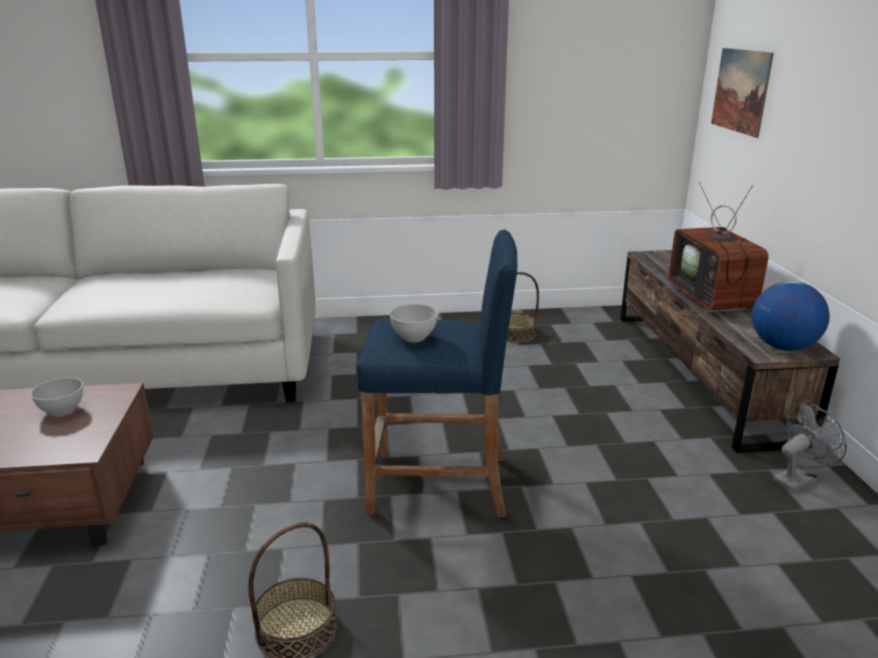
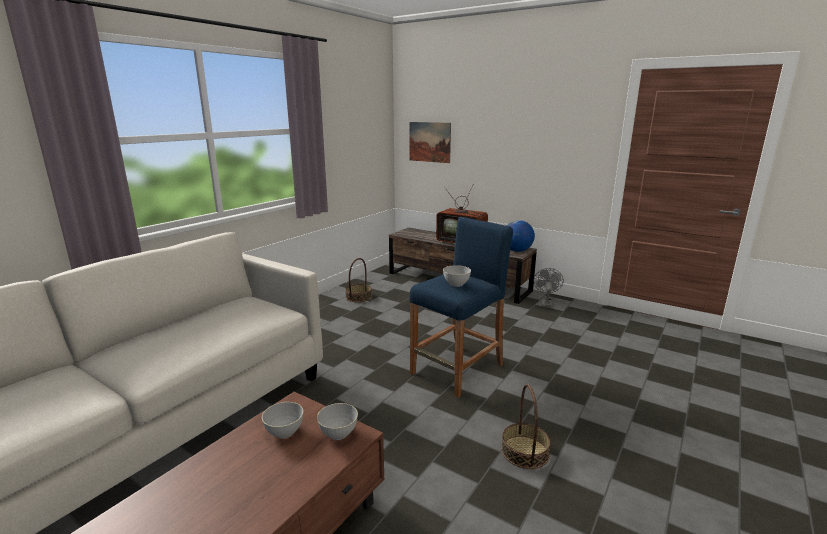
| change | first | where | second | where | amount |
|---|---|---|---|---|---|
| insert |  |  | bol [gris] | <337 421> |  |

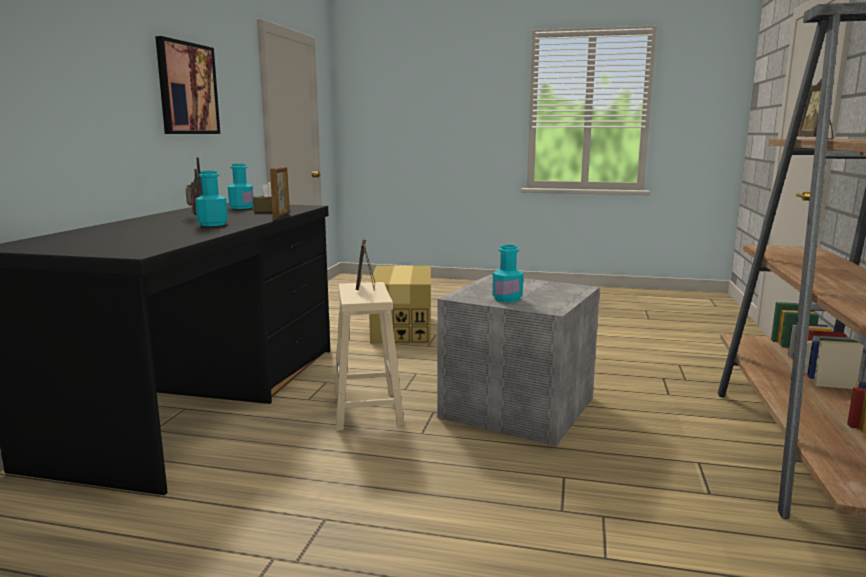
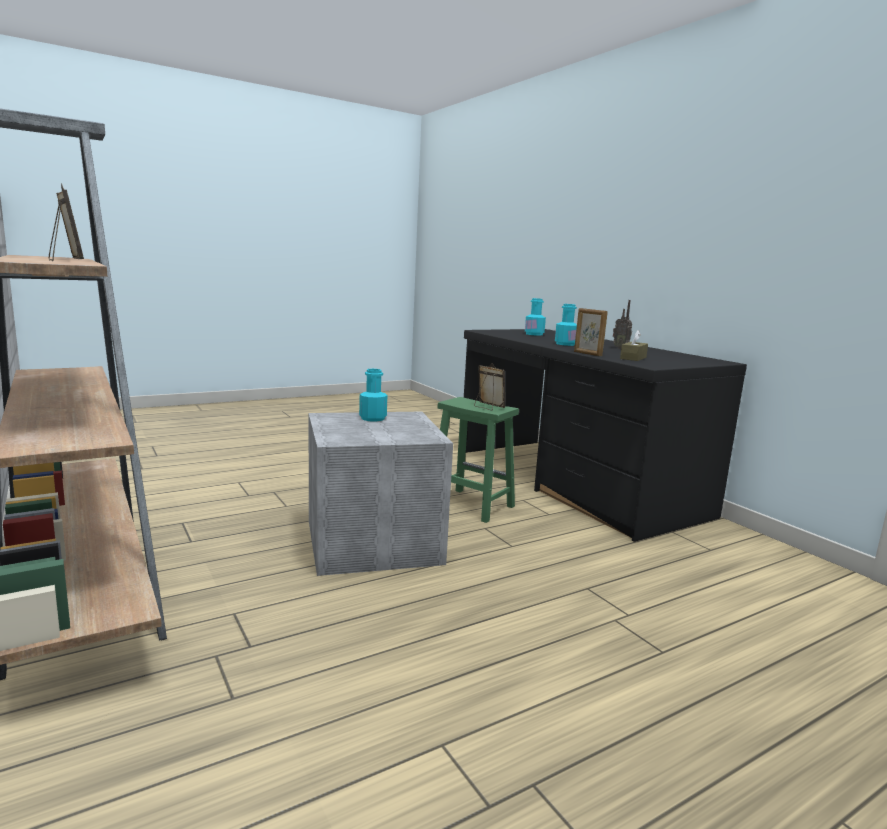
| change | first | where | second | where | amount |
|---|---|---|---|---|---|
| recolor | tabouret [beige] | <369 356> | tabouret [vert] | <478 460> |  |
| move | bouteille [turquoise] | <240 186> |  | <535 317> |  |
| delete | tableau | <187 85> |  |  |  |
| delete | carton | <400 305> |  |  |  |

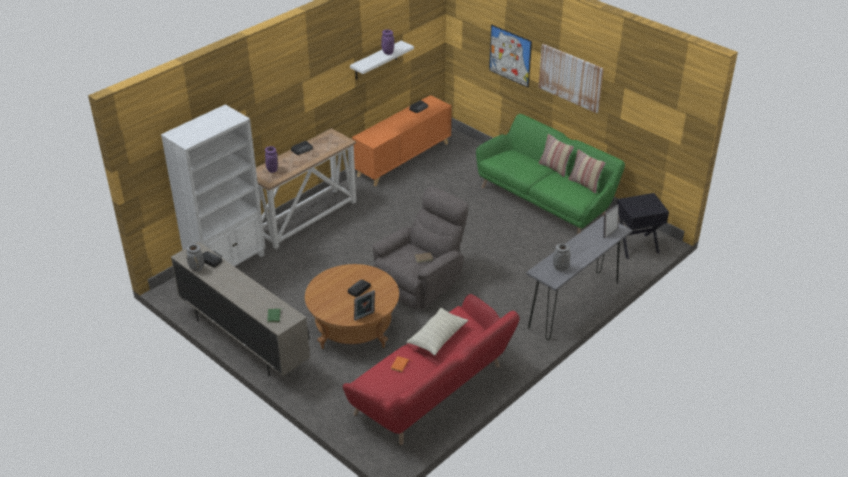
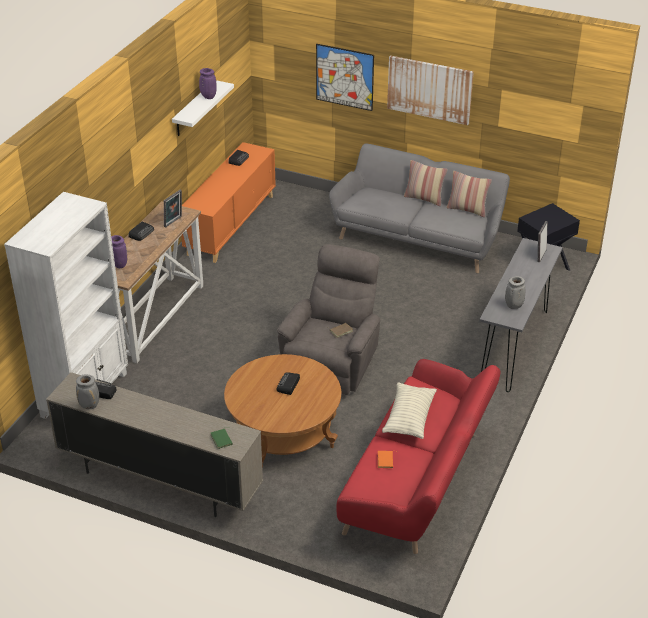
| change | first | where | second | where | amount |
|---|---|---|---|---|---|
| move | cadre photo | <364 305> |  | <173 209> |  |
| recolor | canapé [vert] | <550 174> | canapé [gris] | <419 209> |  |

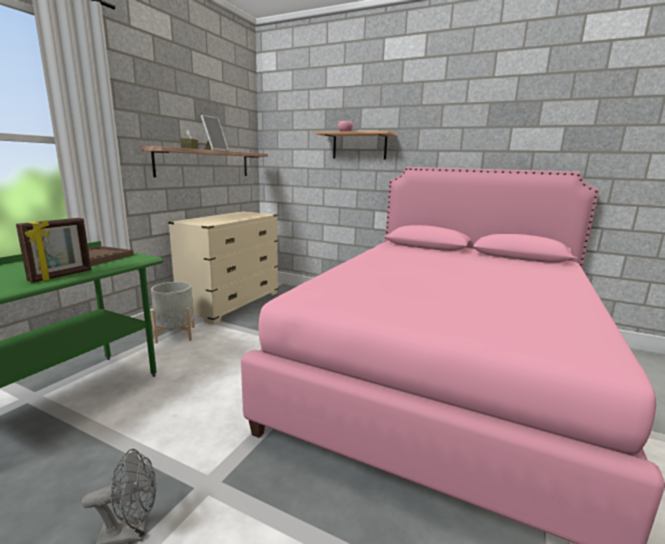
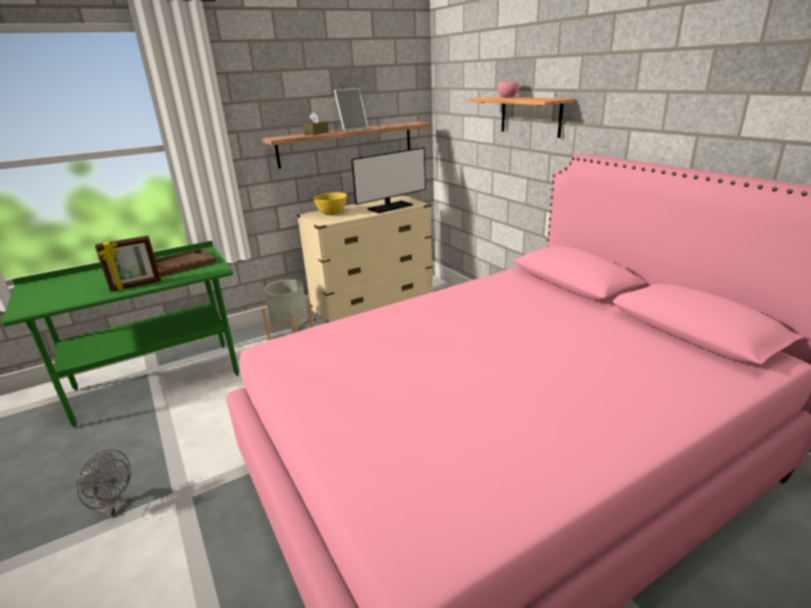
| change | first | where | second | where | amount |
|---|---|---|---|---|---|
| insert |  |  | bol [jaune] | <330 203> |  |
| insert |  |  | écran d'ordinateur | <388 180> |  |

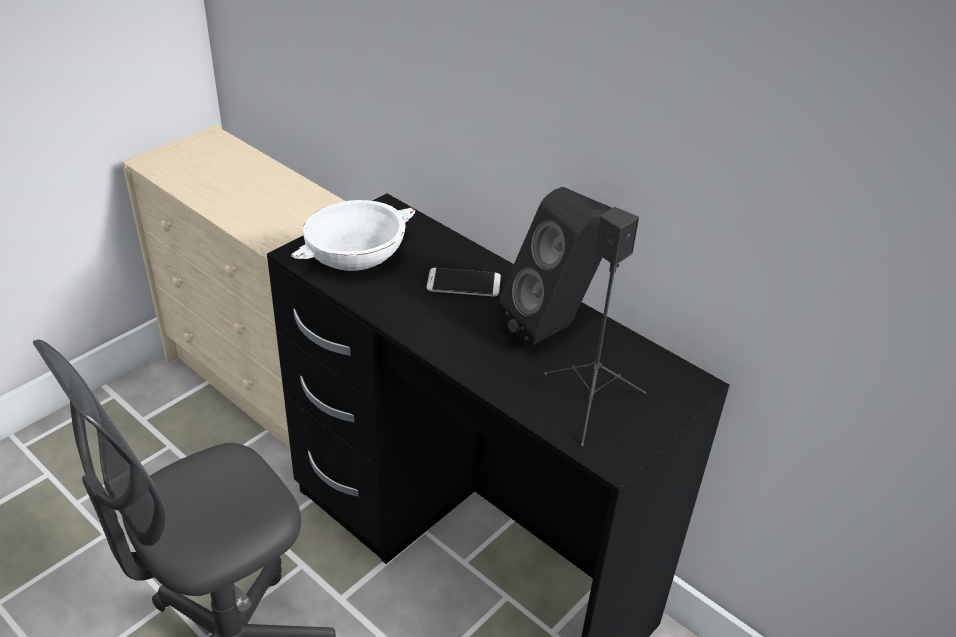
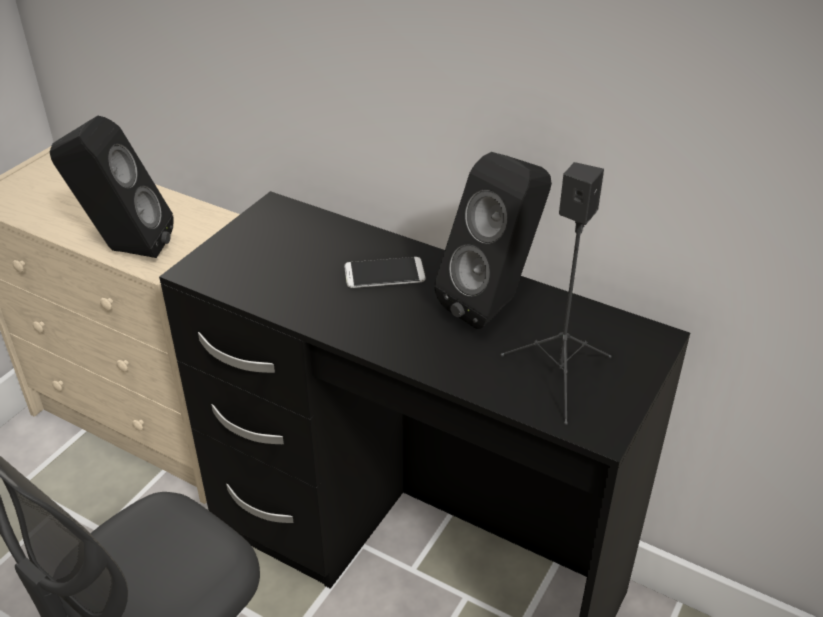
| change | first | where | second | where | amount |
|---|---|---|---|---|---|
| insert |  |  | enceinte [noir] | <112 187> |  |
| delete | bol [blanc] | <353 235> |  |  |  |

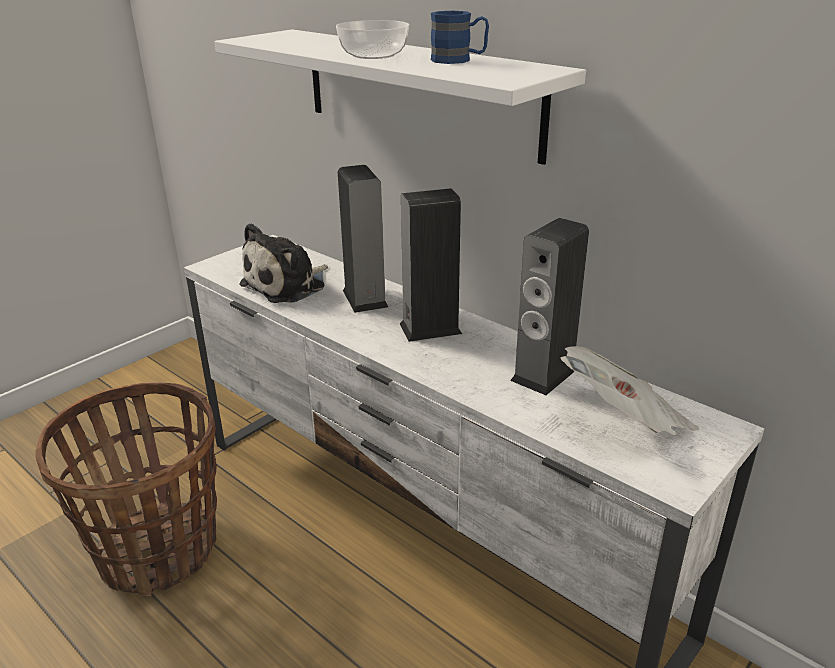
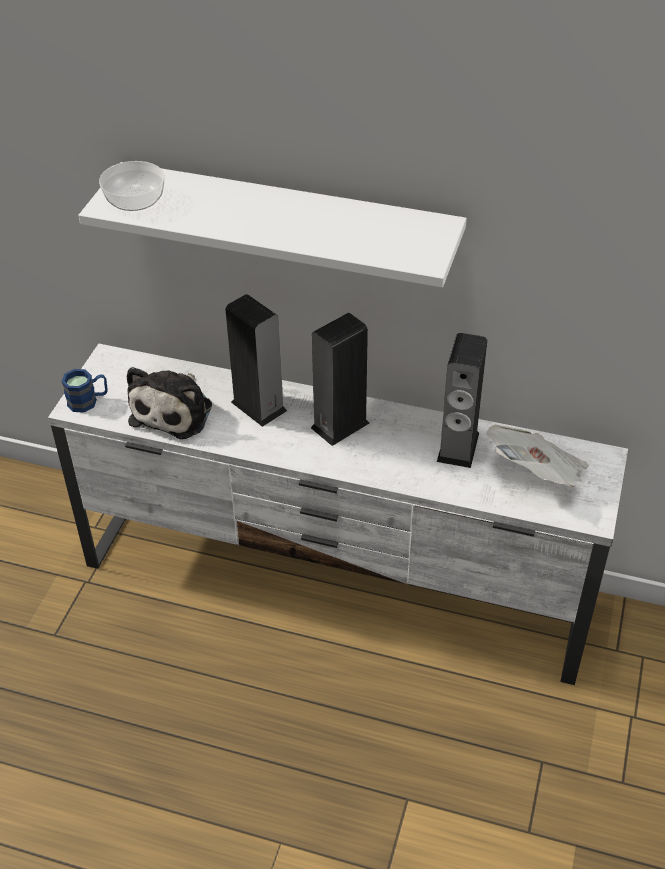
| change | first | where | second | where | amount |
|---|---|---|---|---|---|
| move | mug [bleu] | <460 37> |  | <84 391> |  |
| move | bol | <372 39> |  | <132 186> |  |
| delete | panier | <126 489> |  |  |  |

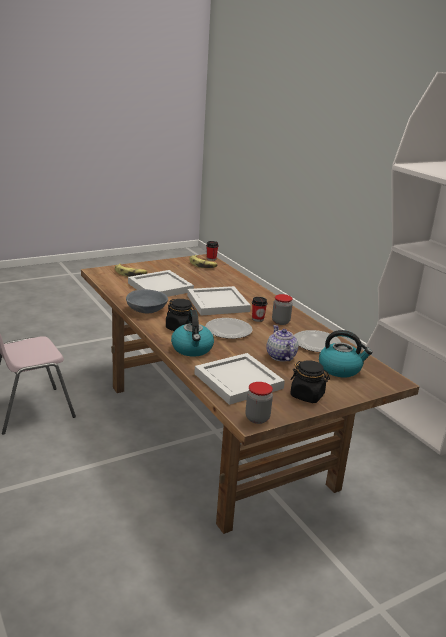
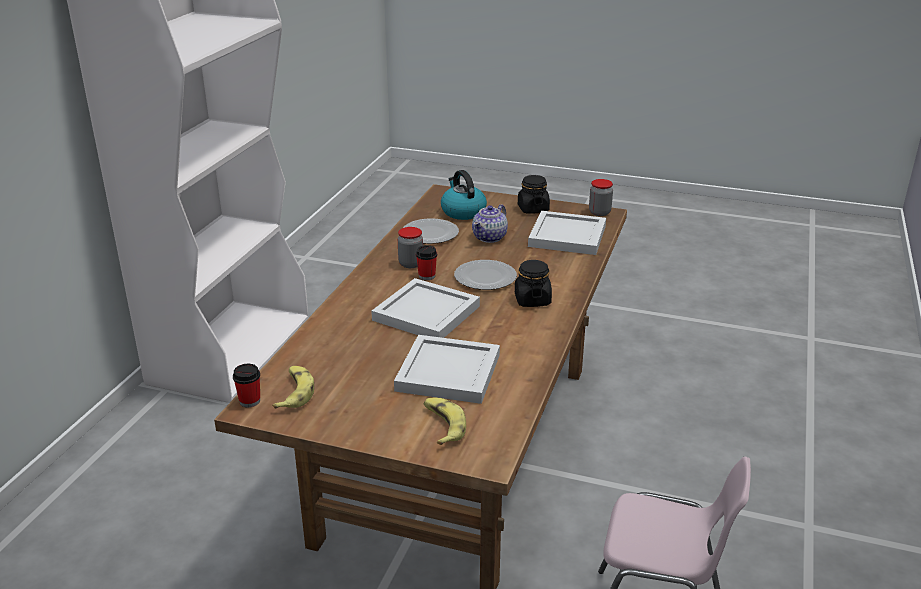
| change | first | where | second | where | amount |
|---|---|---|---|---|---|
| delete | bol [gris] | <147 301> |  |  |  |
| delete | bouilloire | <192 333> |  |  |  |

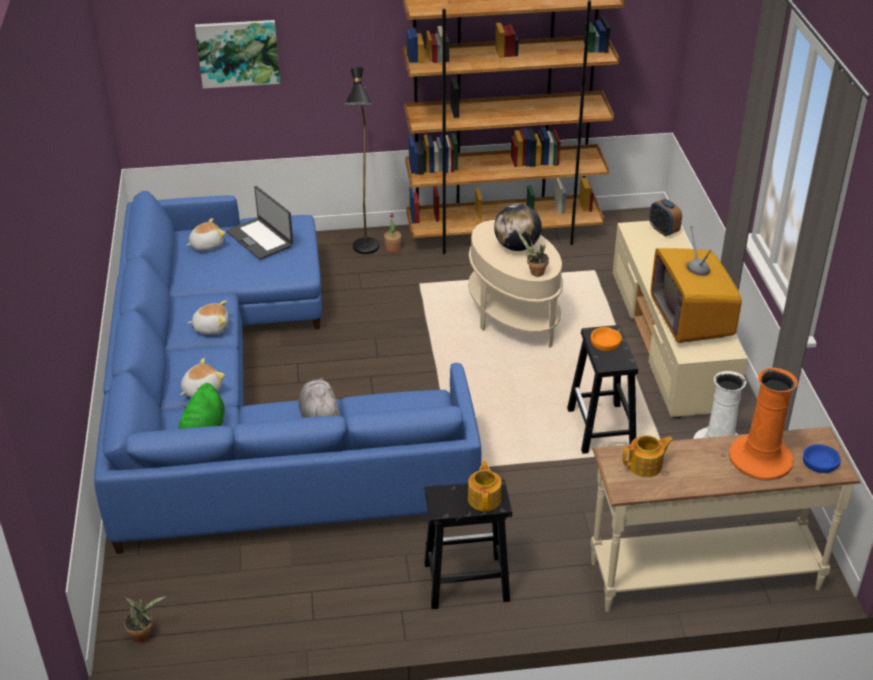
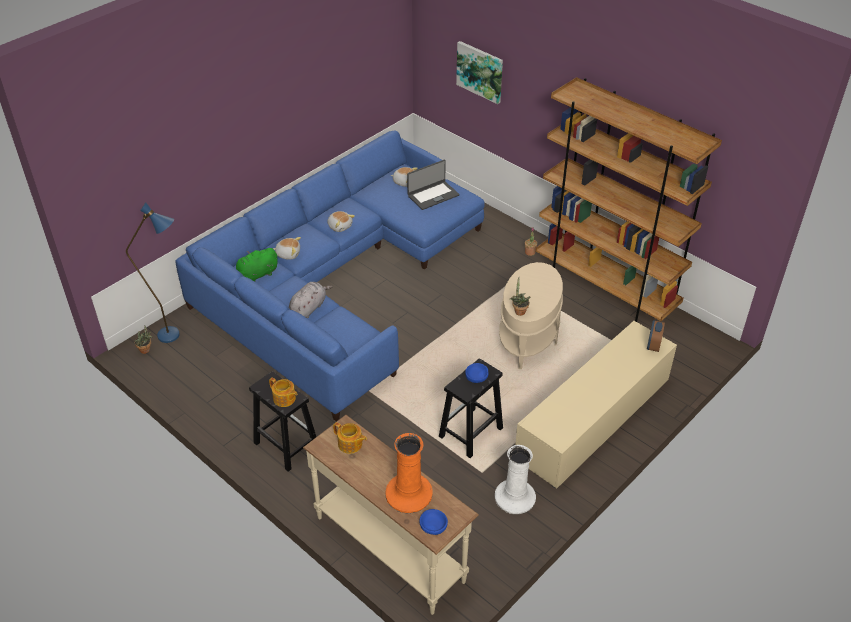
| change | first | where | second | where | amount |
|---|---|---|---|---|---|
| insert |  |  | lampadaire [bleu] | <153 273> |  |
| rotate | théière | <485 486> |  | <283 392> | 75 degrees clockwise |
| rotate | ordinateur portable | <259 223> |  | <433 185> | 135 degrees counterclockwise |
| recolor | bol [orange] | <606 339> | bol [bleu] | <476 373> |  |
| delete | lampadaire [noir] | <362 160> |  |  |  |
| delete | globe | <518 227> |  |  |  |
| delete | téléviseur | <696 284> |  |  |  |

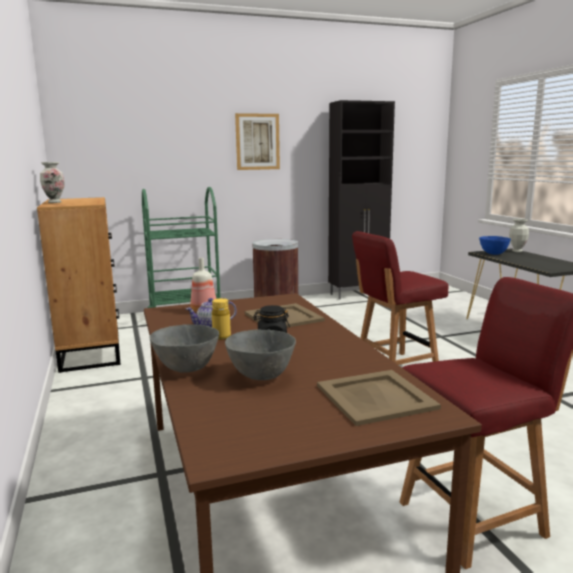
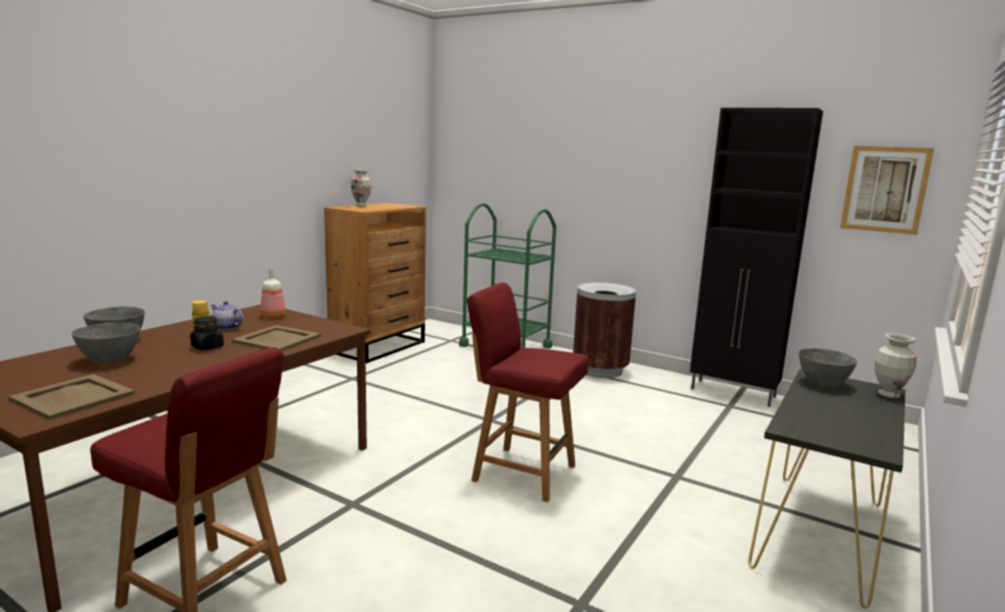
| change | first | where | second | where | amount |
|---|---|---|---|---|---|
| recolor | bol [bleu] | <495 245> | bol [gris] | <828 367> |  |
| move | tableau | <257 141> |  | <887 190> |  |

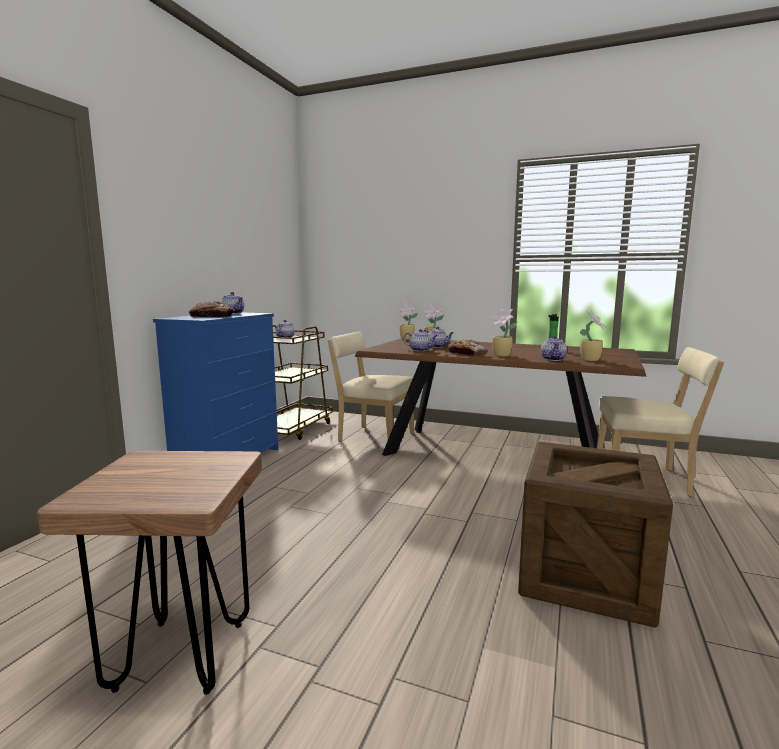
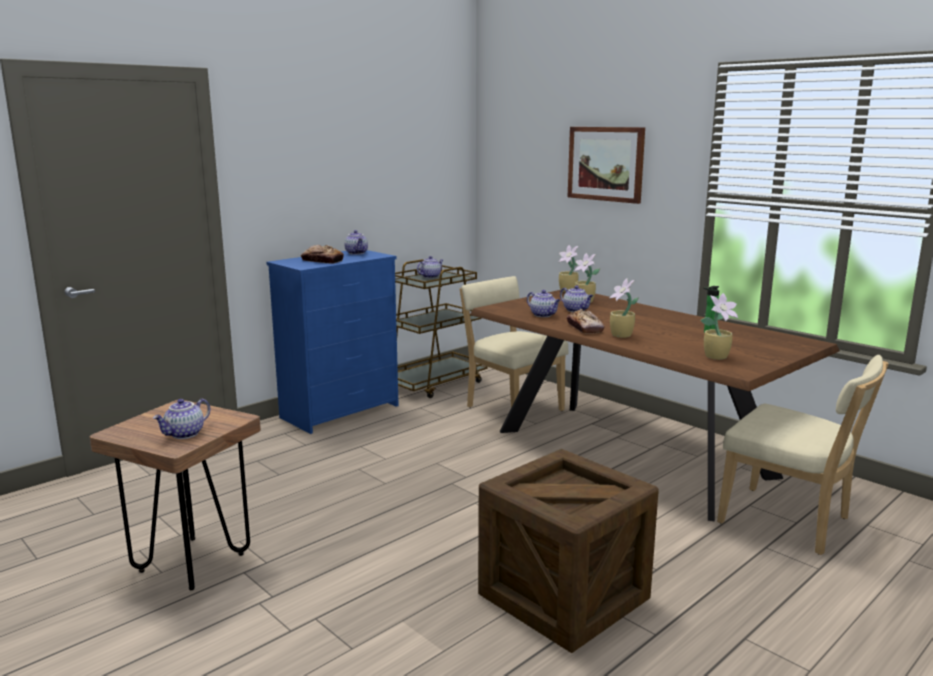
| change | first | where | second | where | amount |
|---|---|---|---|---|---|
| move | théière | <554 348> |  | <181 419> |  |
| insert |  |  | tableau | <606 165> |  |

